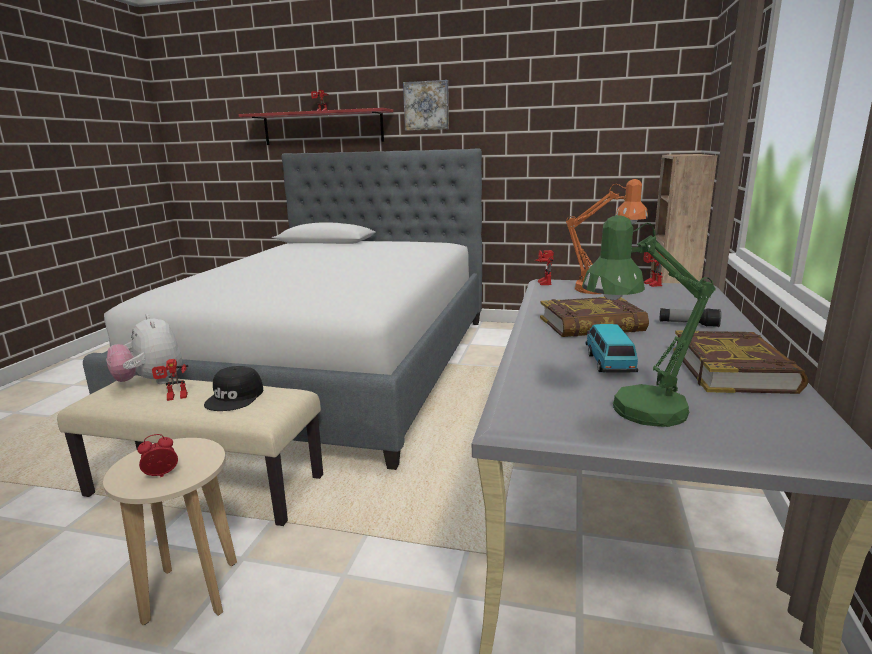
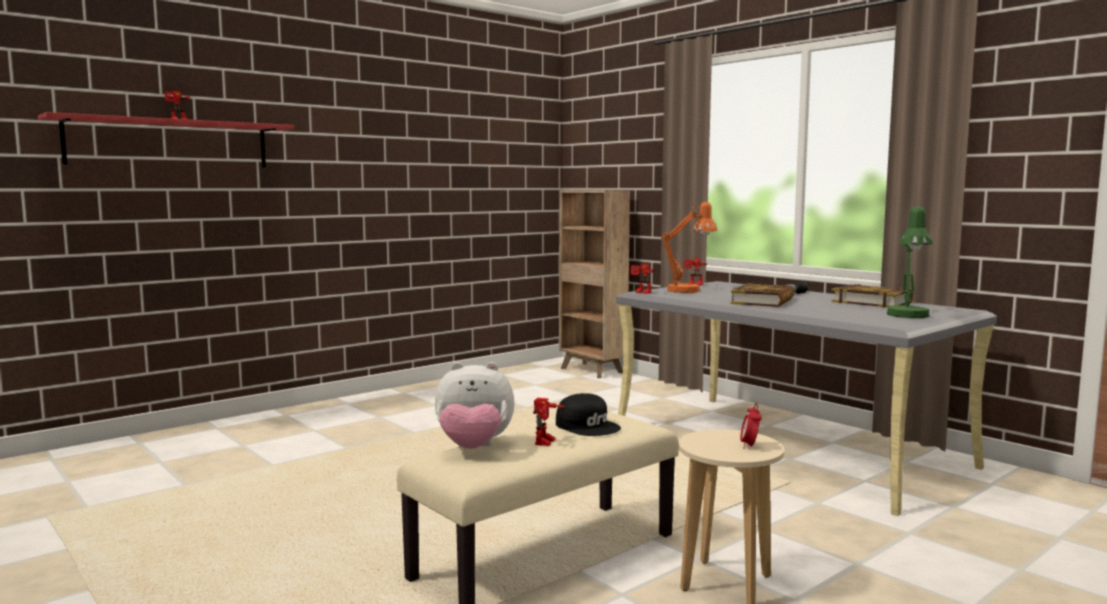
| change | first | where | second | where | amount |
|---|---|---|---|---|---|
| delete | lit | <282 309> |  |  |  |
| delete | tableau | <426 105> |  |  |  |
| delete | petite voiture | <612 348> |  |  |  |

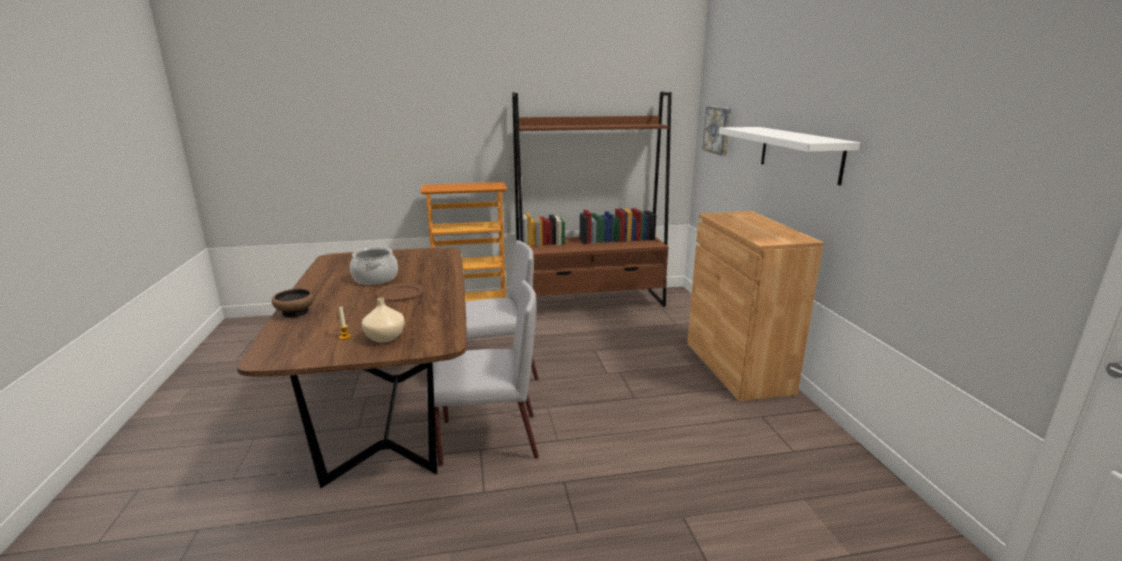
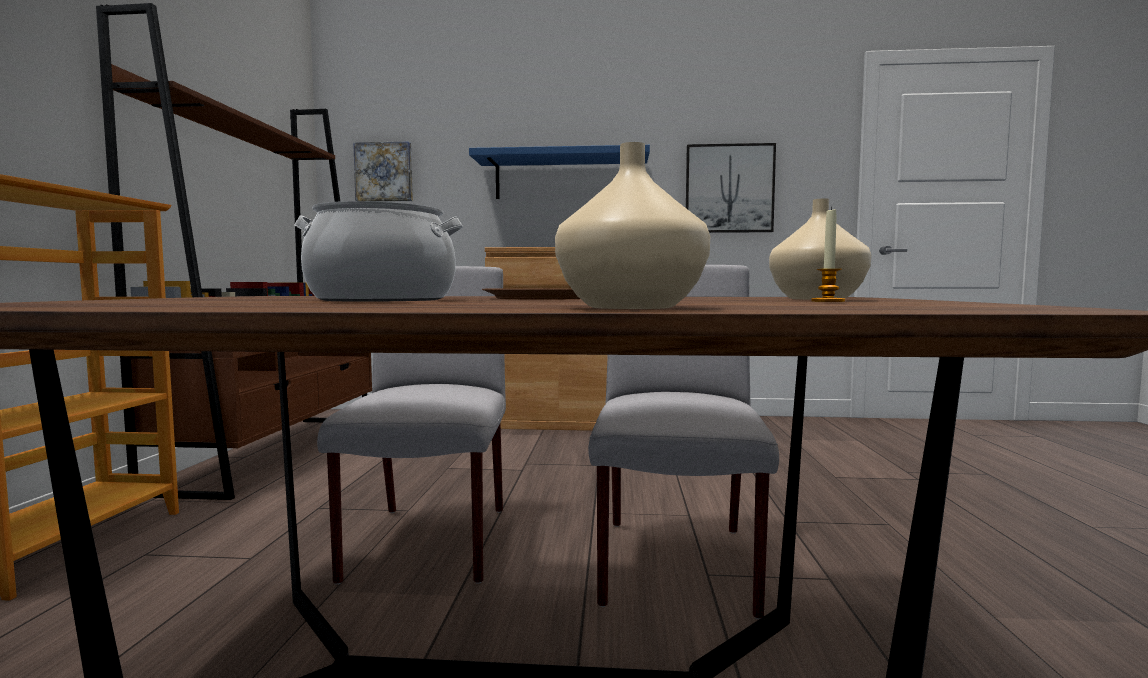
| change | first | where | second | where | amount |
|---|---|---|---|---|---|
| recolor | étagère [blanc] | <789 156> | étagère [bleu] | <559 172> |  |
| replace | bol | <293 303> | vase [beige] | <632 225> |  |
| insert |  |  | tableau | <731 188> |  |

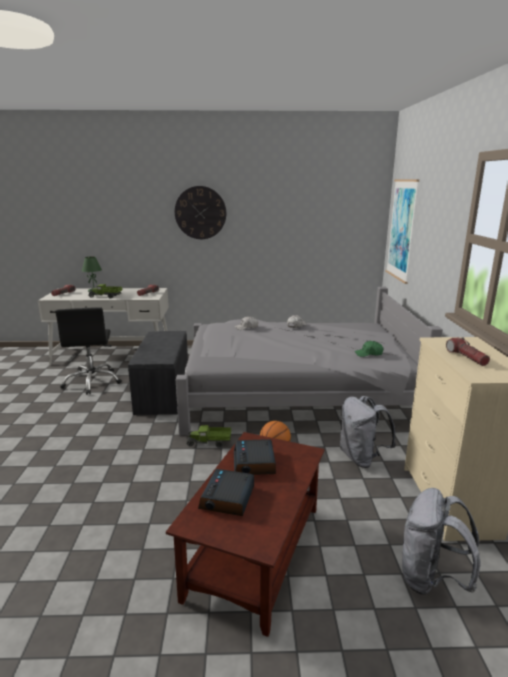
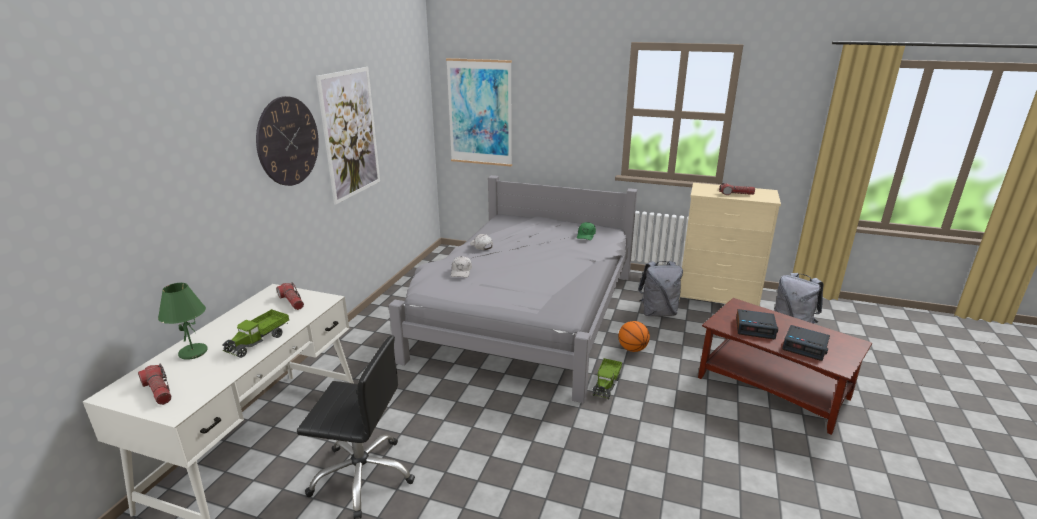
| change | first | where | second | where | amount |
|---|---|---|---|---|---|
| insert |  |  | tableau | <348 136> |  |
| delete | banc [gris] | <158 373> |  |  |  |

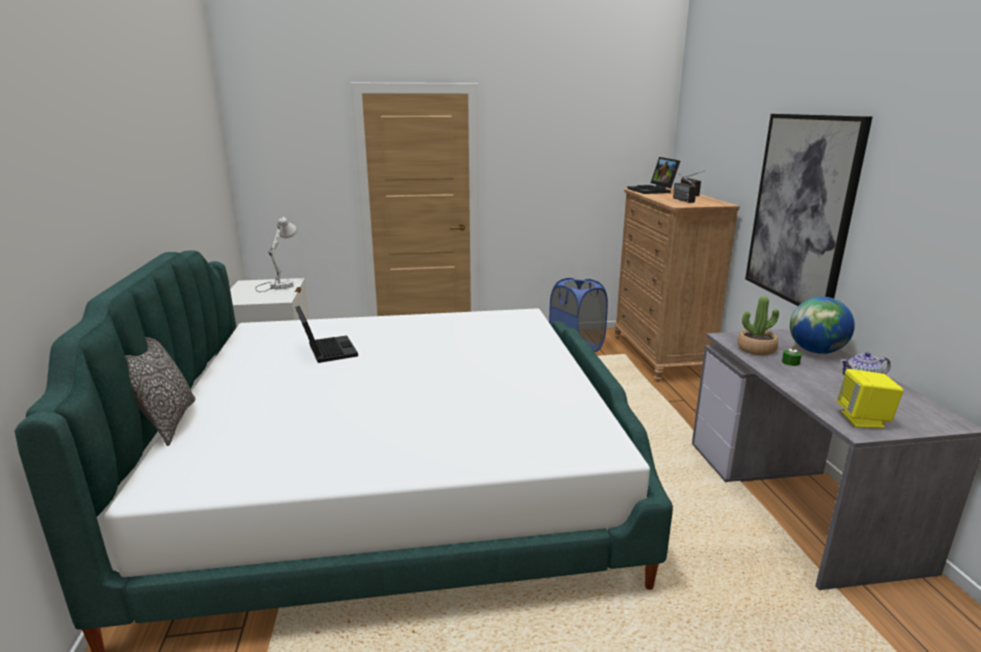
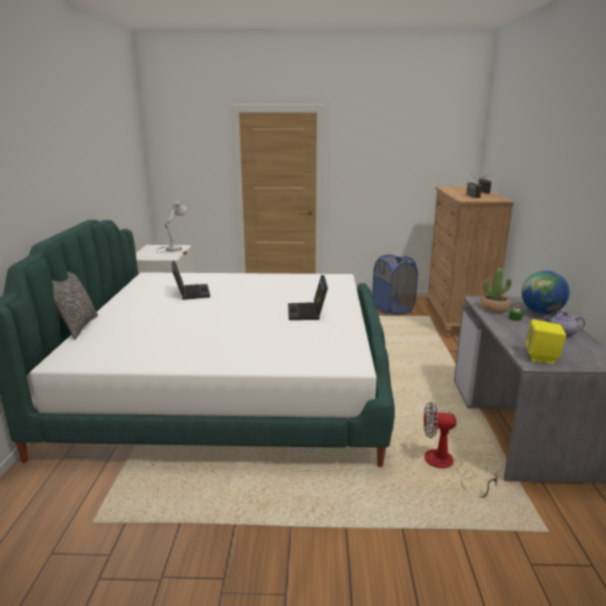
| change | first | where | second | where | amount |
|---|---|---|---|---|---|
| move | ordinateur portable | <653 175> |  | <308 297> |  |
| insert |  |  | ventilateur | <461 450> |  |
| delete | tableau | <809 210> |  |  |  |

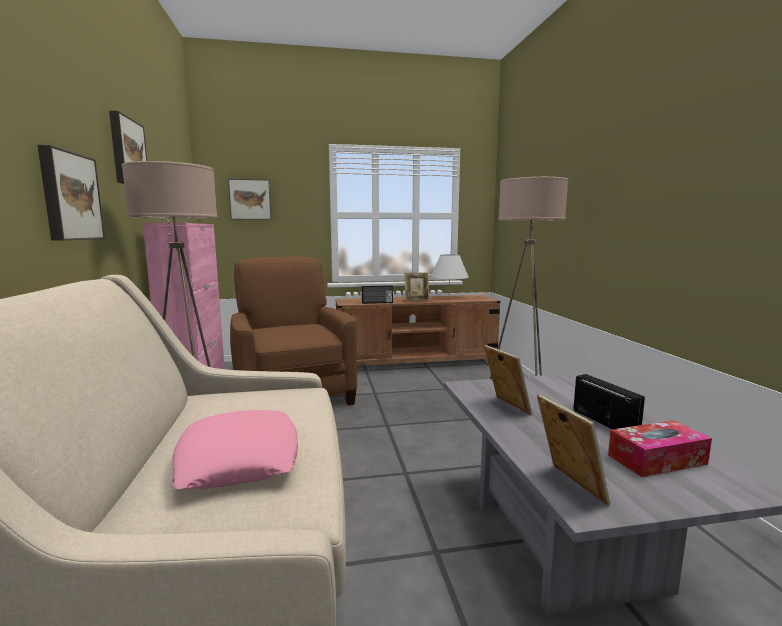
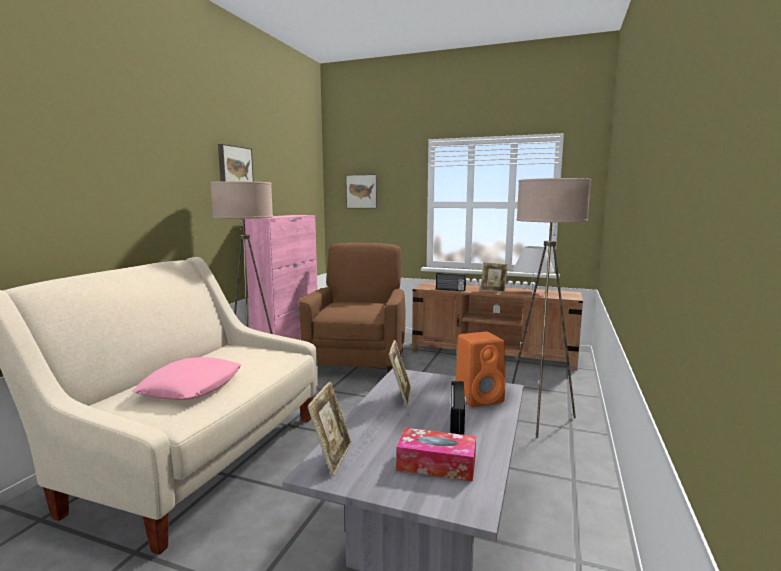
| change | first | where | second | where | amount |
|---|---|---|---|---|---|
| insert |  |  | enceinte [orange] | <480 369> |  |
| delete | tableau | <71 193> |  |  |  |

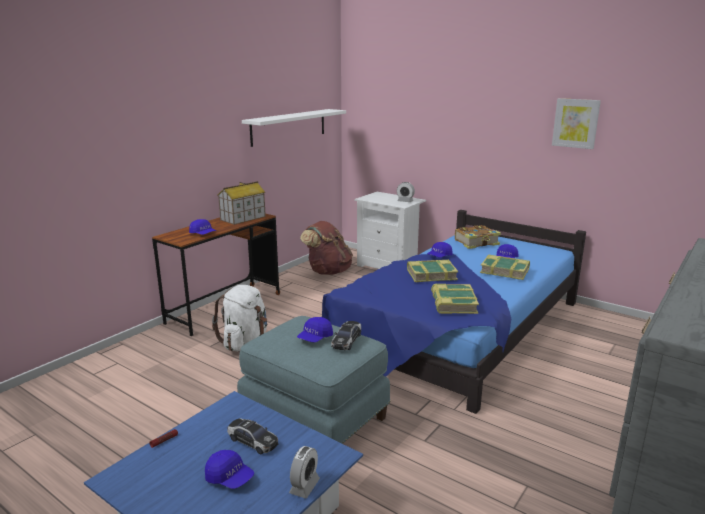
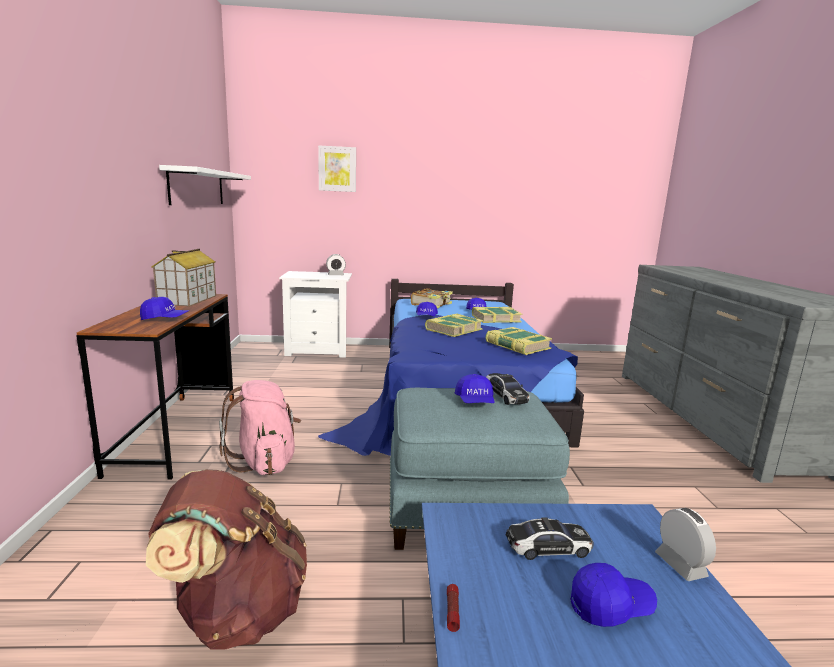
| change | first | where | second | where | amount |
|---|---|---|---|---|---|
| move | sac à dos [marron] | <326 248> |  | <226 559> |  |
| recolor | sac à dos [blanc] | <239 318> | sac à dos [rose] | <260 427> |  |
| move | tableau | <576 123> |  | <337 169> |  |

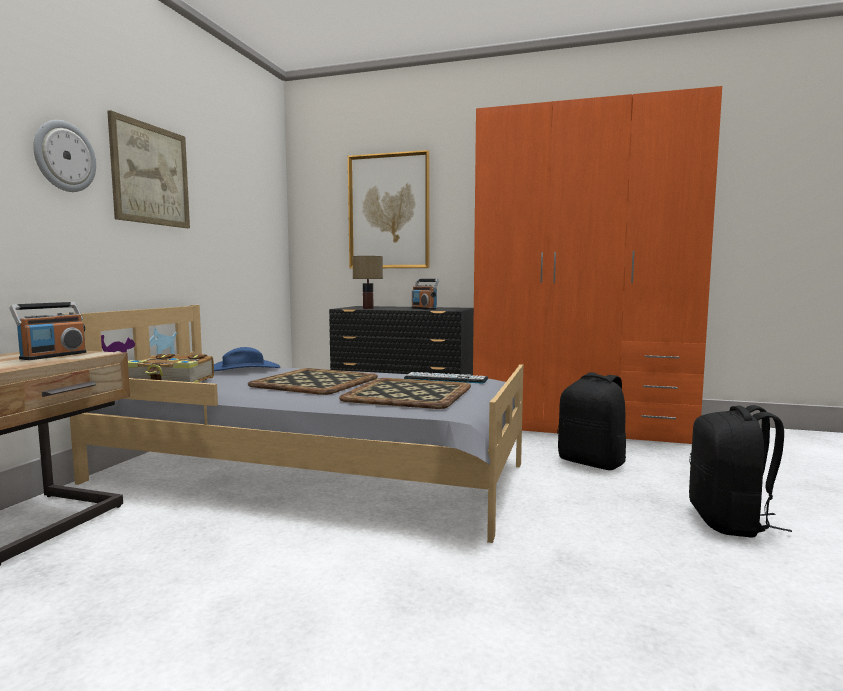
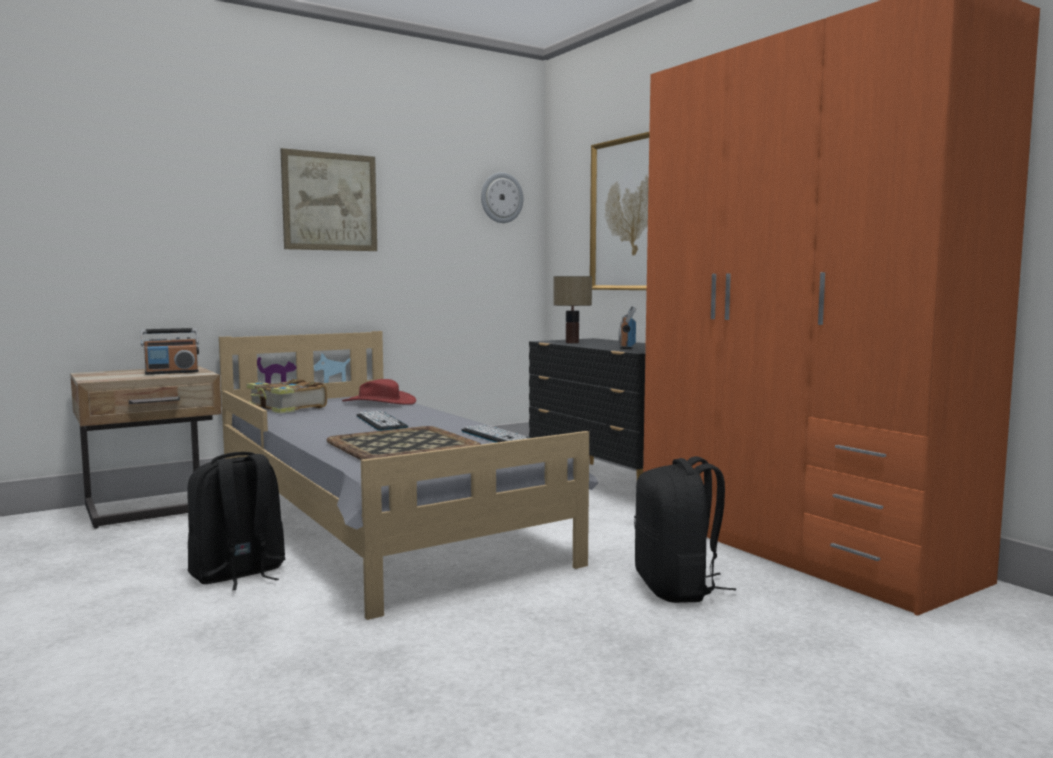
| change | first | where | second | where | amount |
|---|---|---|---|---|---|
| move | sac à dos [noir] | <740 471> |  | <236 521> |  |
| recolor | chapeau [bleu] | <247 359> | chapeau [rouge] | <379 392> |  |
| replace | plateau | <313 381> | clavier | <382 421> |  |
| move | horloge murale | <64 156> |  | <502 197> |  |

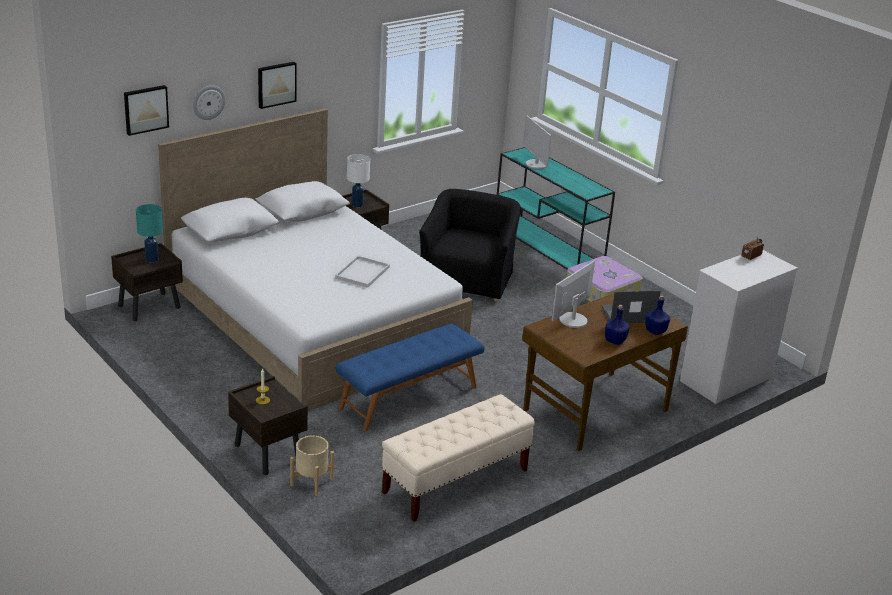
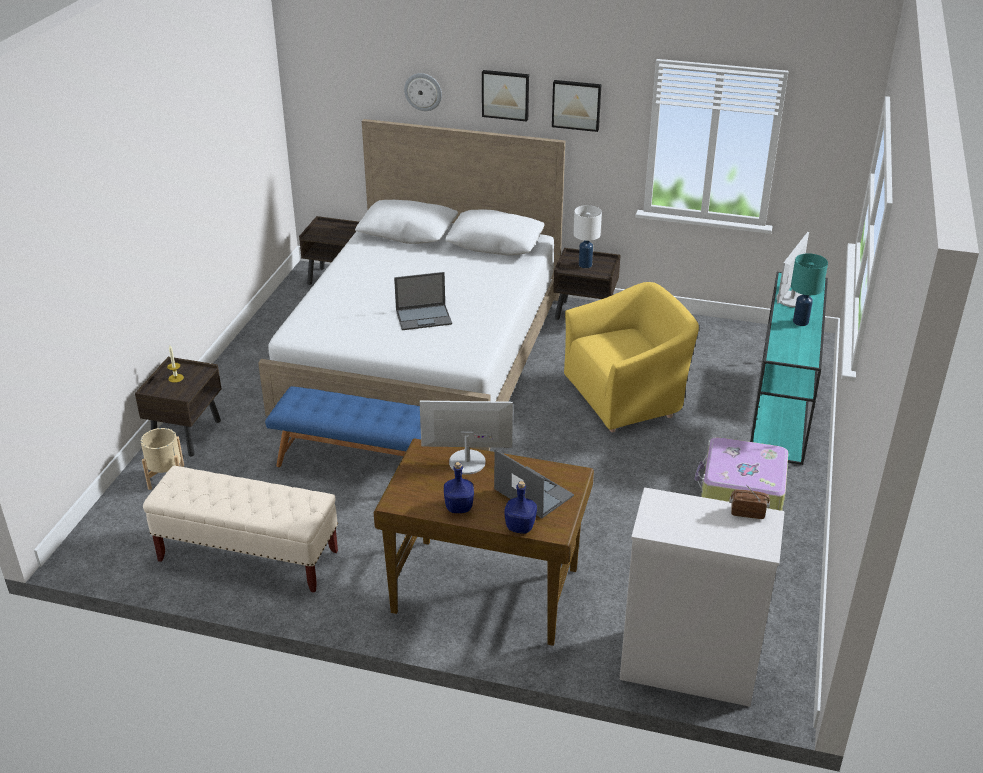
| change | first | where | second | where | amount |
|---|---|---|---|---|---|
| replace | plateau [blanc] | <362 272> | ordinateur portable | <423 301> |  |
| move | tableau | <146 110> |  | <576 106> |  |
| recolor | fauteuil [noir] | <470 245> | fauteuil [jaune] | <631 357> |  |
| move | lampe de table [turquoise] | <149 233> |  | <809 289> |  |

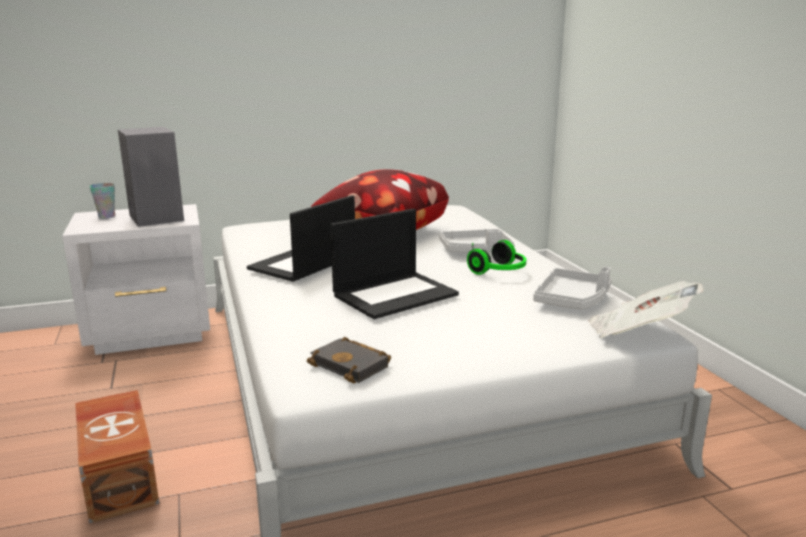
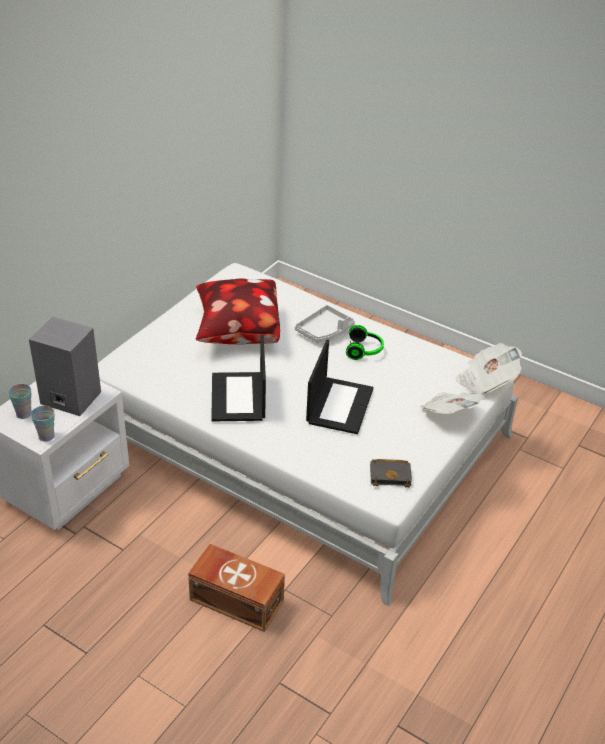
| change | first | where | second | where | amount |
|---|---|---|---|---|---|
| insert |  |  | tasse | <43 424> |  |
| insert |  |  | journal | <453 403> |  |
| delete | plateau [gris] | <572 288> |  |  |  |

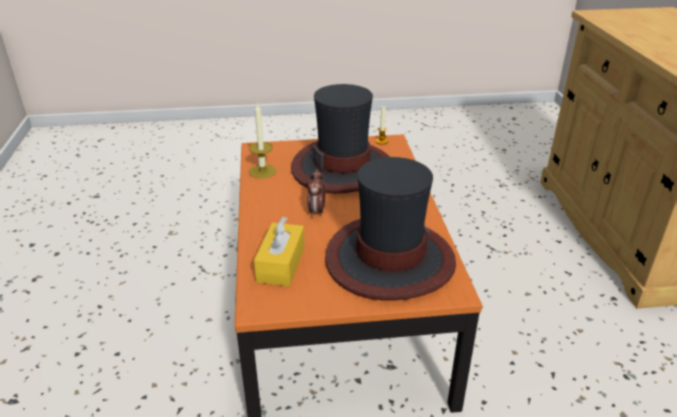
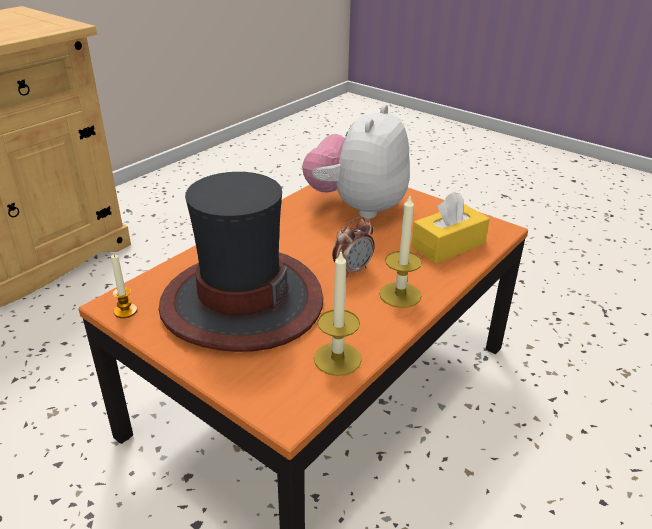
| change | first | where | second | where | amount |
|---|---|---|---|---|---|
| replace | chapeau | <390 228> | peluche | <356 161> |  |
| insert |  |  | bougie | <400 252> |  |

